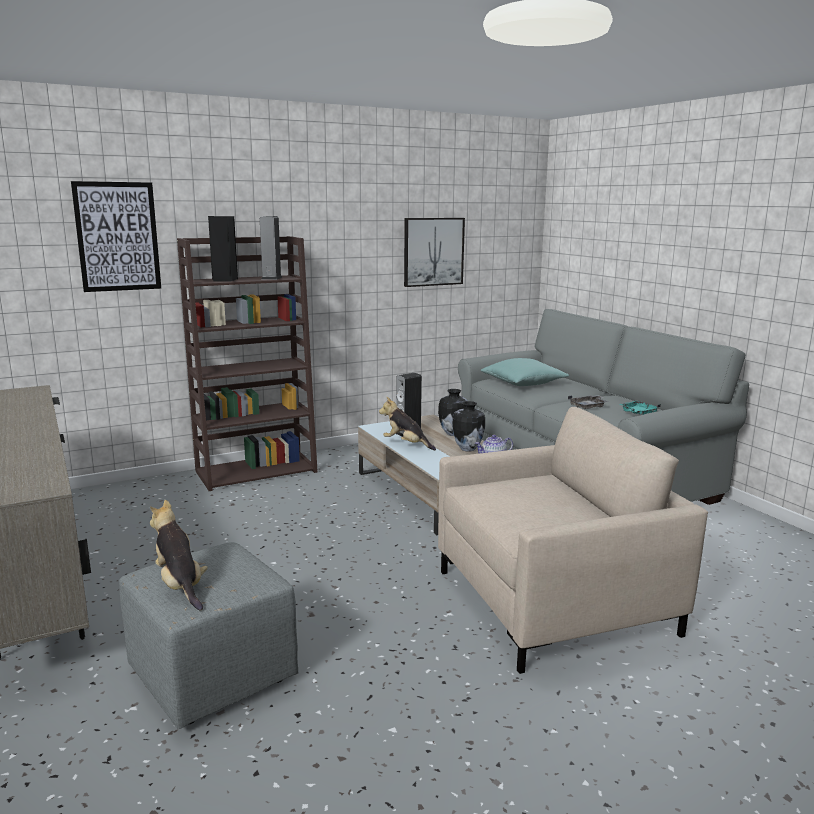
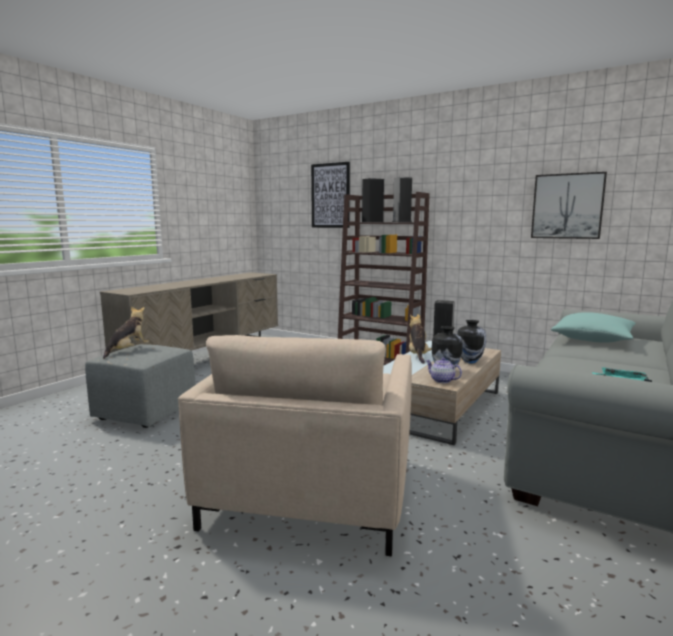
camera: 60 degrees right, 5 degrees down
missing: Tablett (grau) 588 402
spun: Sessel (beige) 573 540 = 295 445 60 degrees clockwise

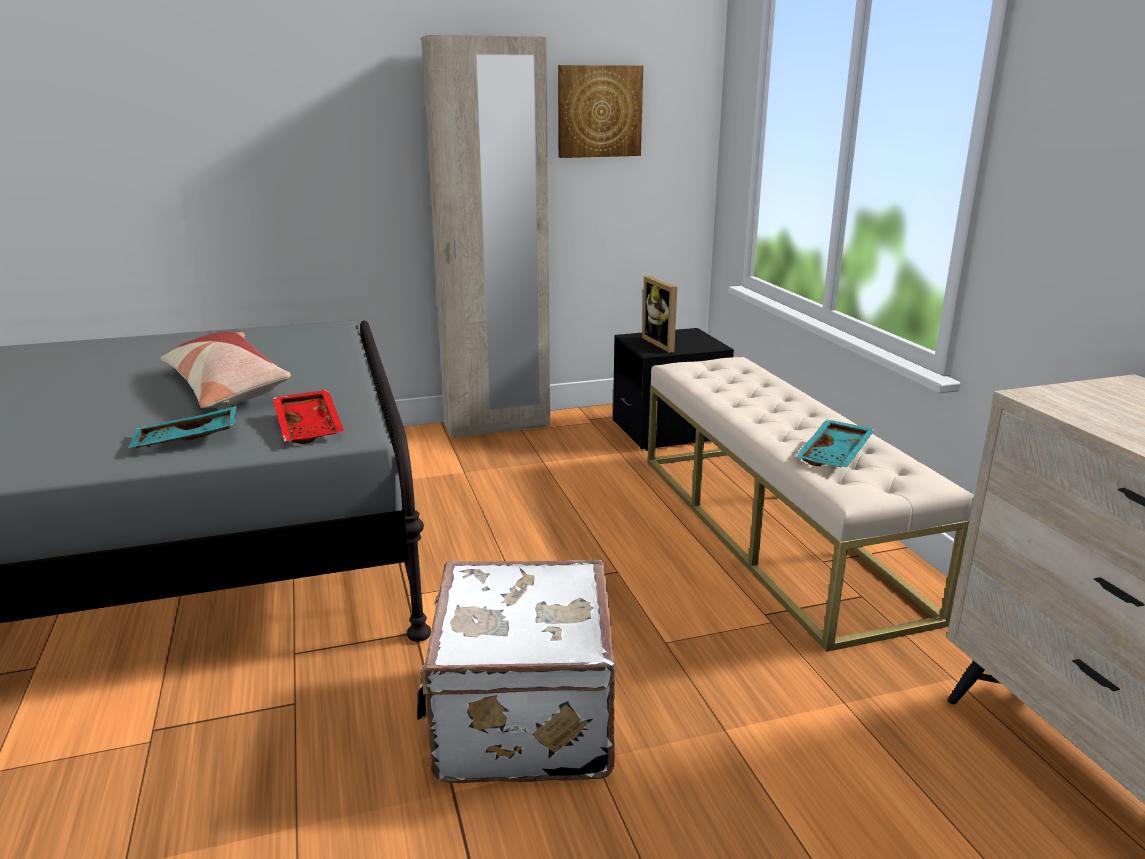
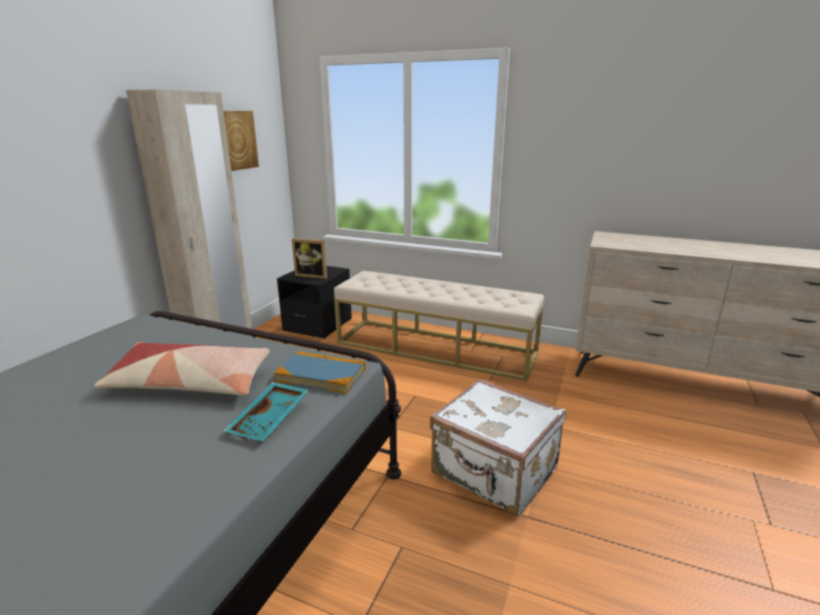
camera: 50 degrees left, 0 degrees up
missing: Tablett (türkis) 835 443
exchanged: Tablett (rot) 308 417 to Buch 320 372

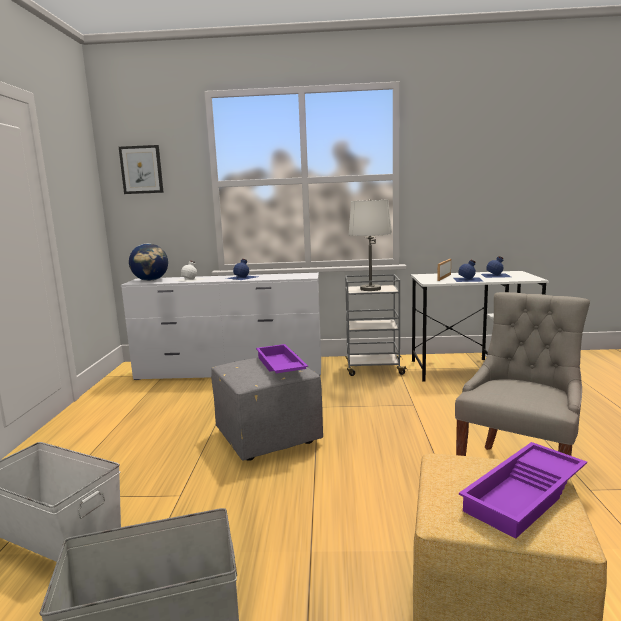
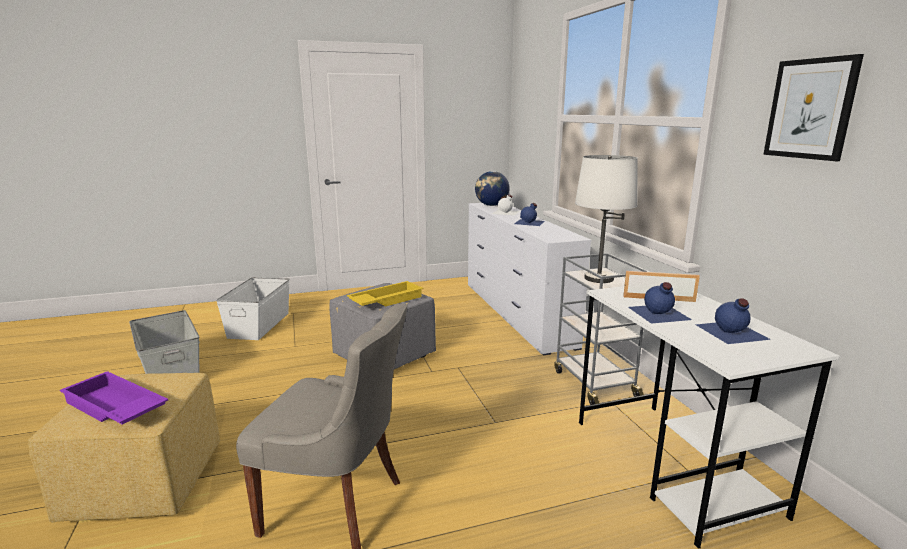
camera: 70 degrees right, 5 degrees up
relocated: Bild 141 169 to 813 107
colour: Tablett (lila) 282 358 to Tablett (gelb) 385 293

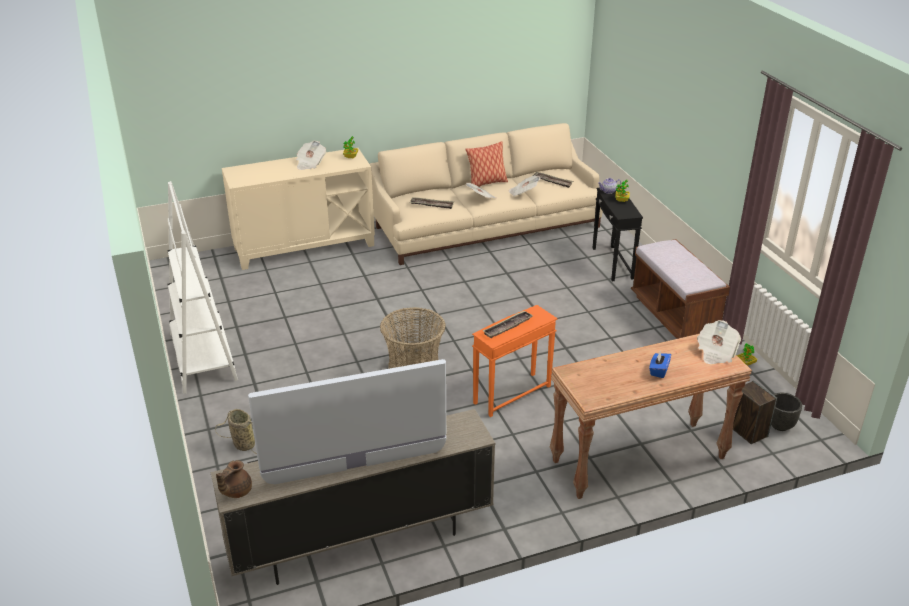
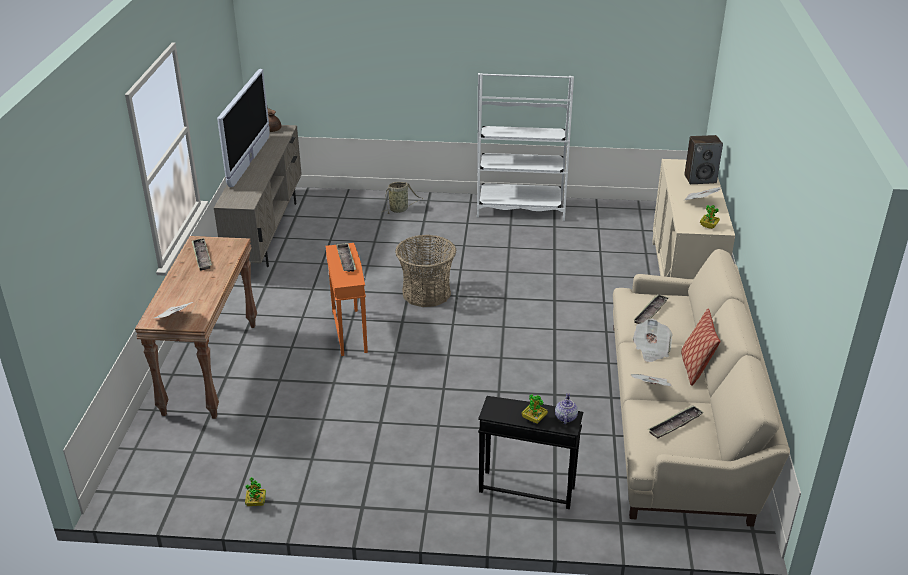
camera: 115 degrees right, 0 degrees up
missing: Bank (braun) 680 289; Taschentuchbox (blau) 660 365; Pflanzkübel (schwarz) 786 412
appeared: Tablett 201 254
relocated: Lautsprecher 755 412 to 703 159

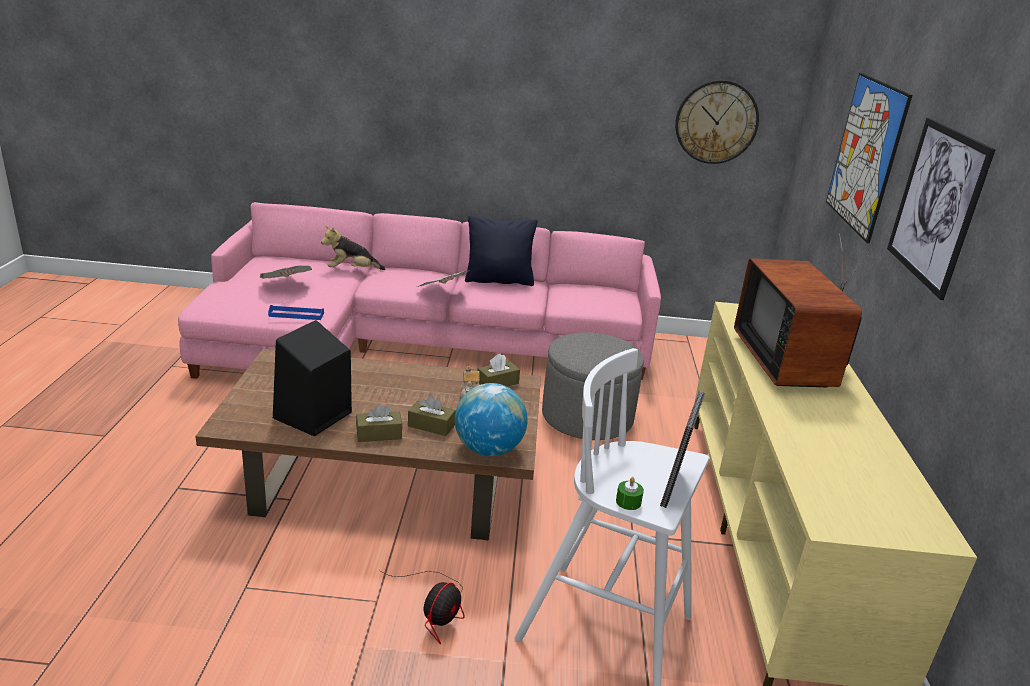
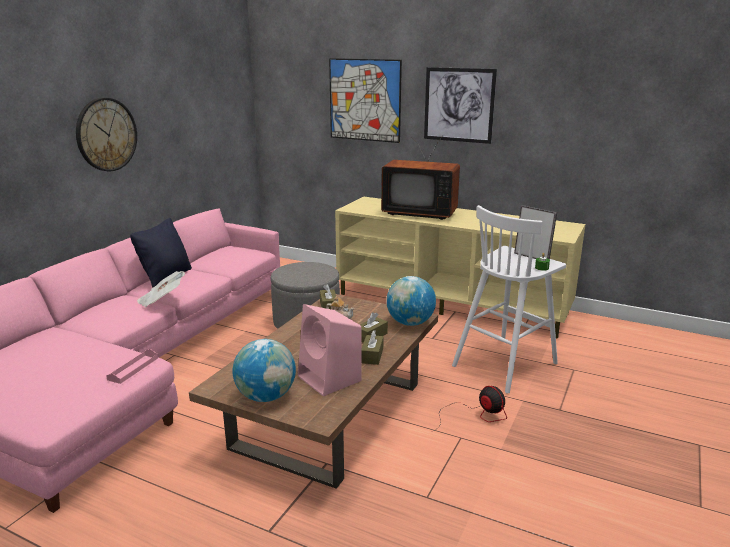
camera: 65 degrees left, 5 degrees down
missing: Zeitung 286 272; Plüschtier 353 248
appeared: Globus 264 370
relocated: Wanduhr 717 122 to 106 134
colour: Tablett (blau) 296 312 to Tablett (rosa) 132 366; Lautsprecher (schwarz) 312 378 to Lautsprecher (rosa) 329 350

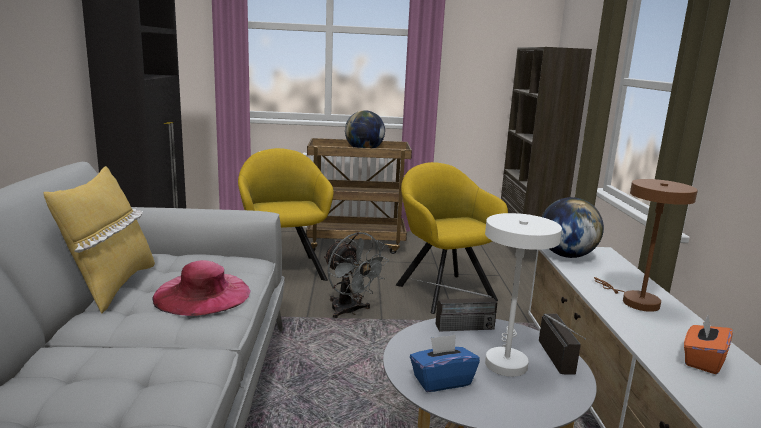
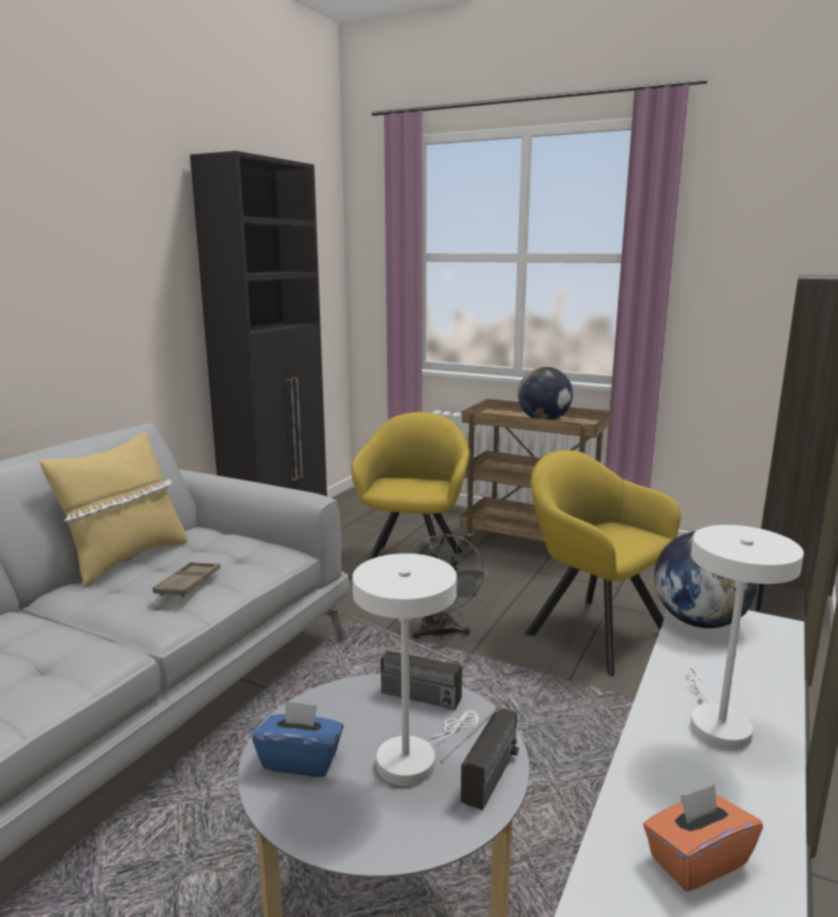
camera: 30 degrees right, 0 degrees up
exchanged: Hut (rosa) 201 288 to Tablett (braun) 187 580
colour: Tischlampe (braun) 646 245 to Tischlampe (weiß) 745 637
spun: Sessel (gelb) 452 238 = 603 563 45 degrees counterclockwise

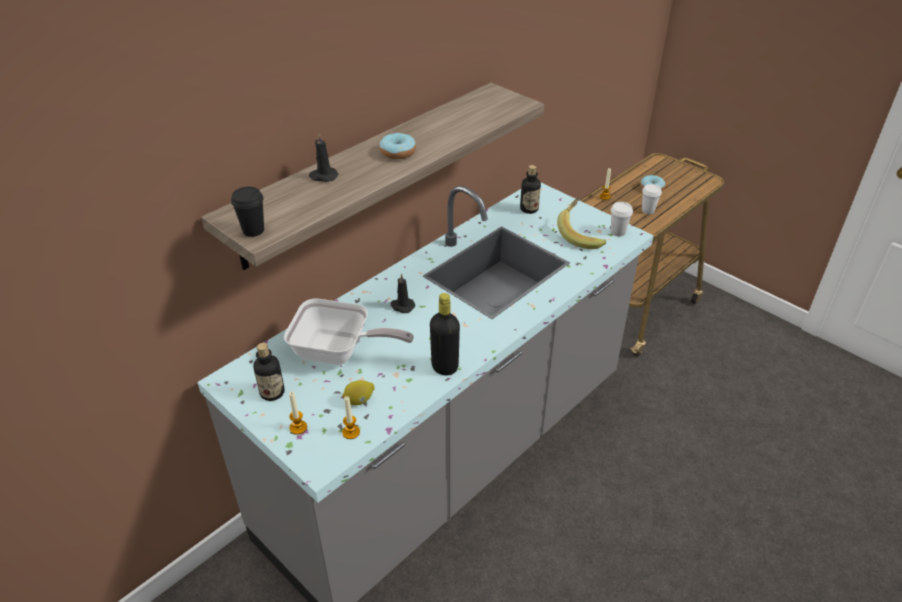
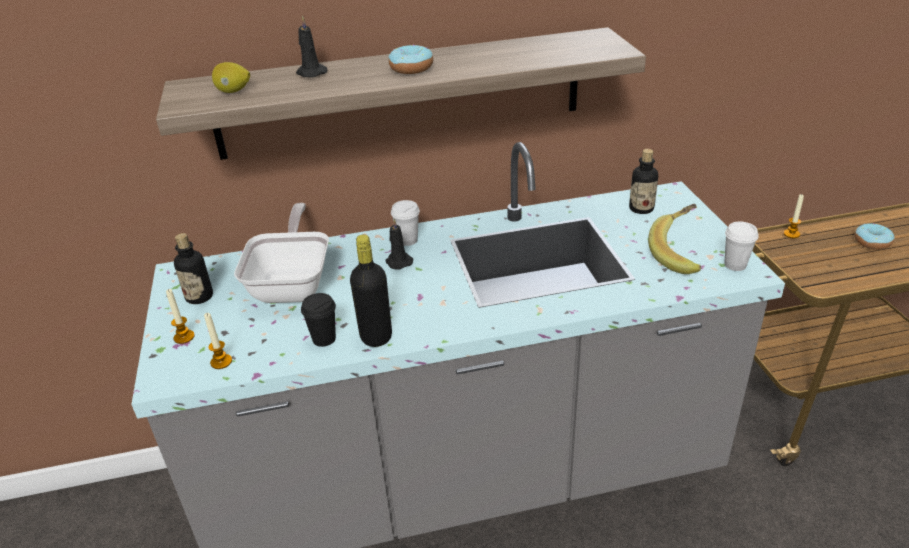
camera: 35 degrees right, 5 degrees down
relocated: Tasse (schwarz) 247 212 to 318 320; Zitrone 358 392 to 231 77; Tasse (weiß) 652 199 to 405 223
spun: Pfanne 349 332 = 281 253 135 degrees counterclockwise

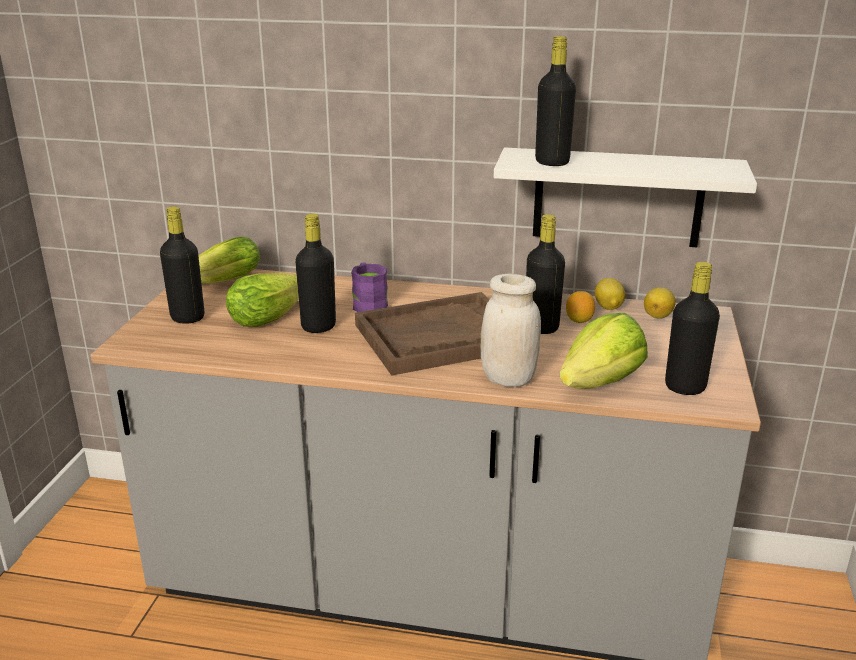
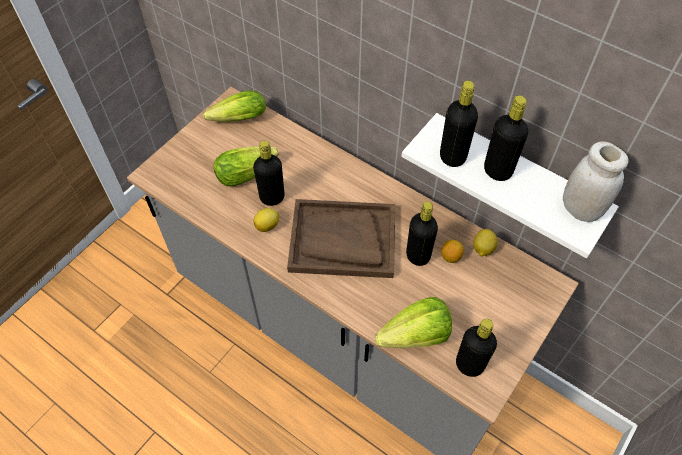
camera: 25 degrees right, 30 degrees up
missing: Henkelbecher (lila) 369 287
relocated: Flasche (schwarz) 182 265 to 506 138; Vorratsglas (weiß) 511 330 to 595 182; Zitrone 660 303 to 266 220

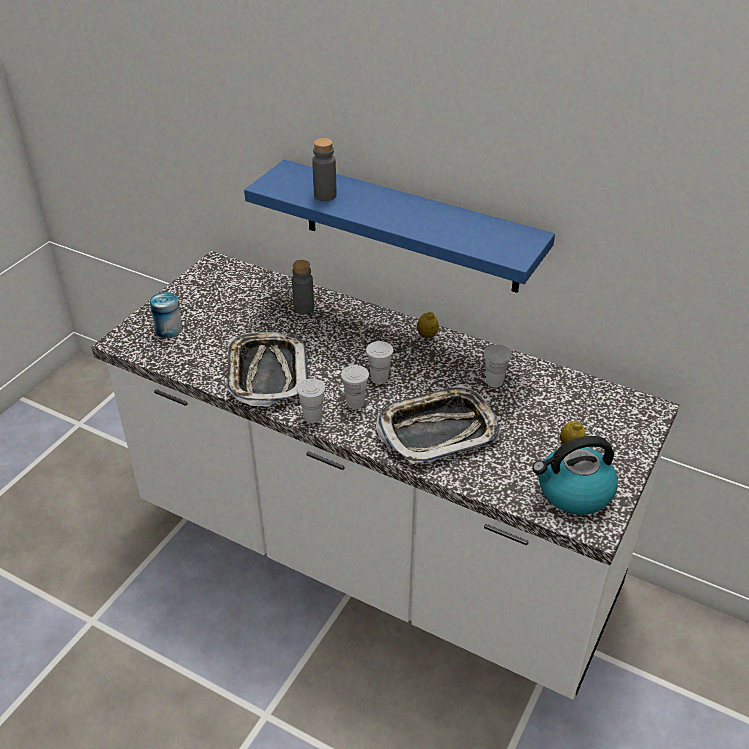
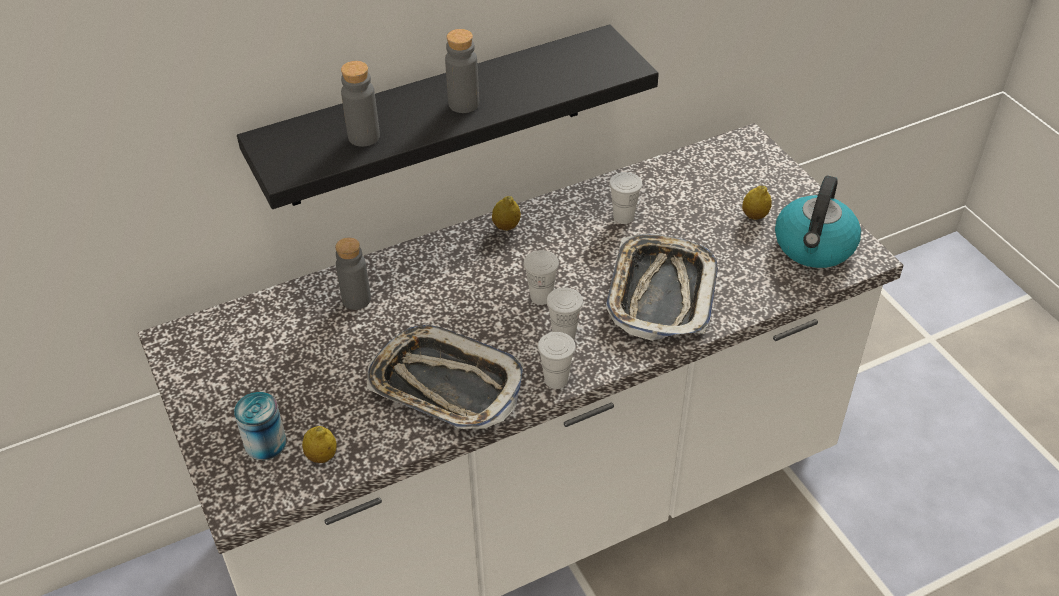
camera: 55 degrees left, 5 degrees up
appeared: Zitrone 319 444; Flasche (grau) 462 71
colour: Wandregal (blau) 399 226 to Wandregal (schwarz) 448 116

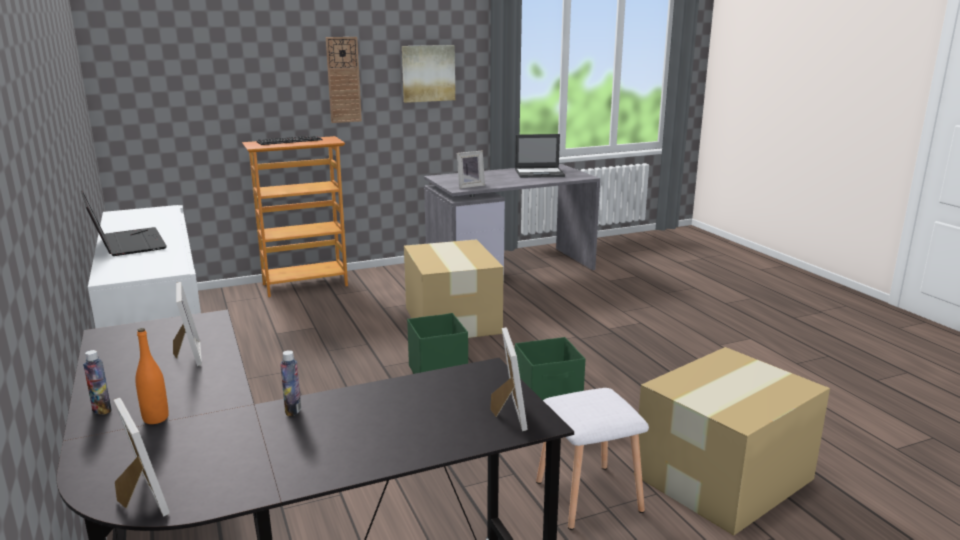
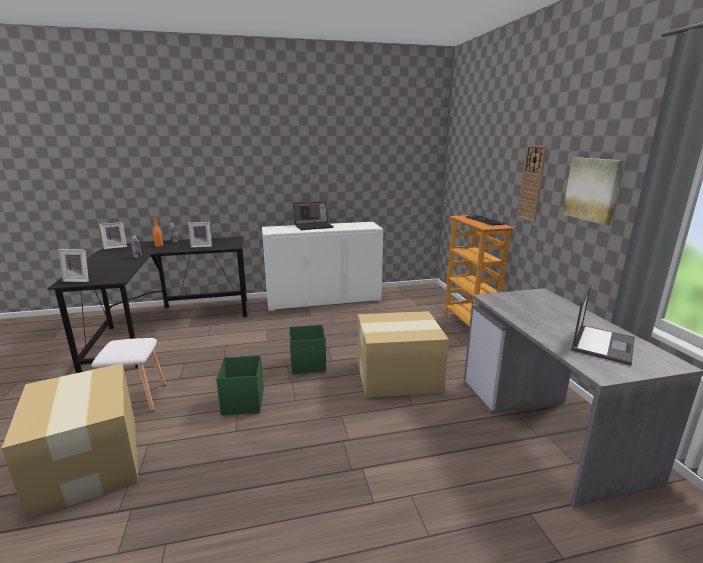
camera: 100 degrees right, 0 degrees up
missing: Bilderrahmen 471 170
spun: Laptop 540 156 = 603 324 150 degrees counterclockwise

